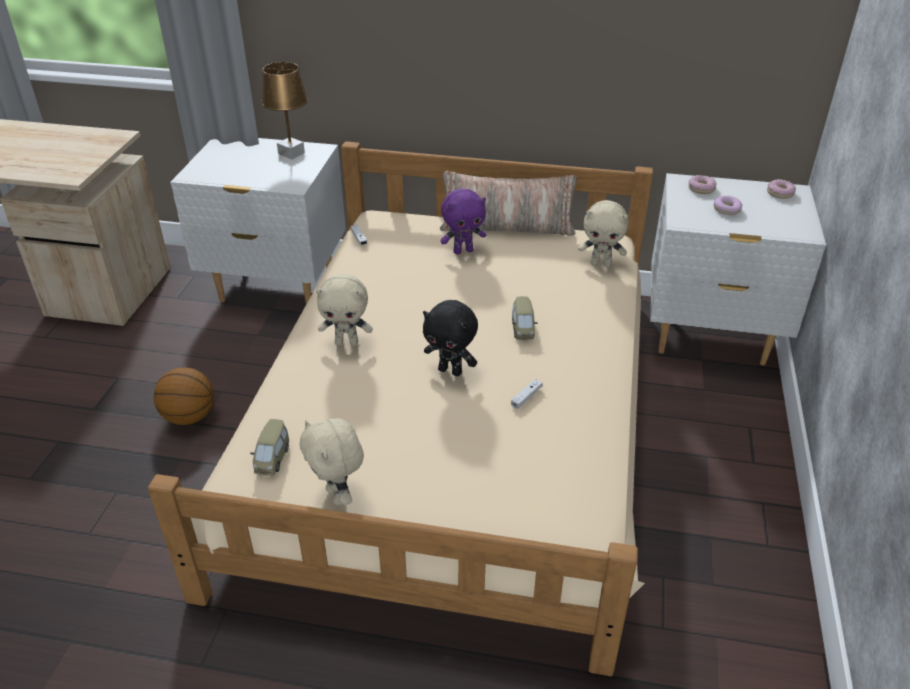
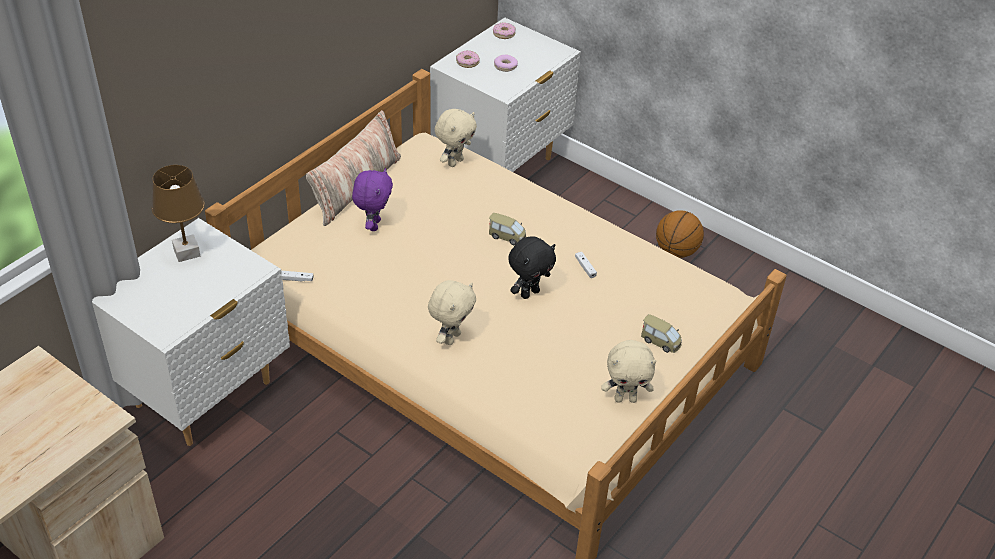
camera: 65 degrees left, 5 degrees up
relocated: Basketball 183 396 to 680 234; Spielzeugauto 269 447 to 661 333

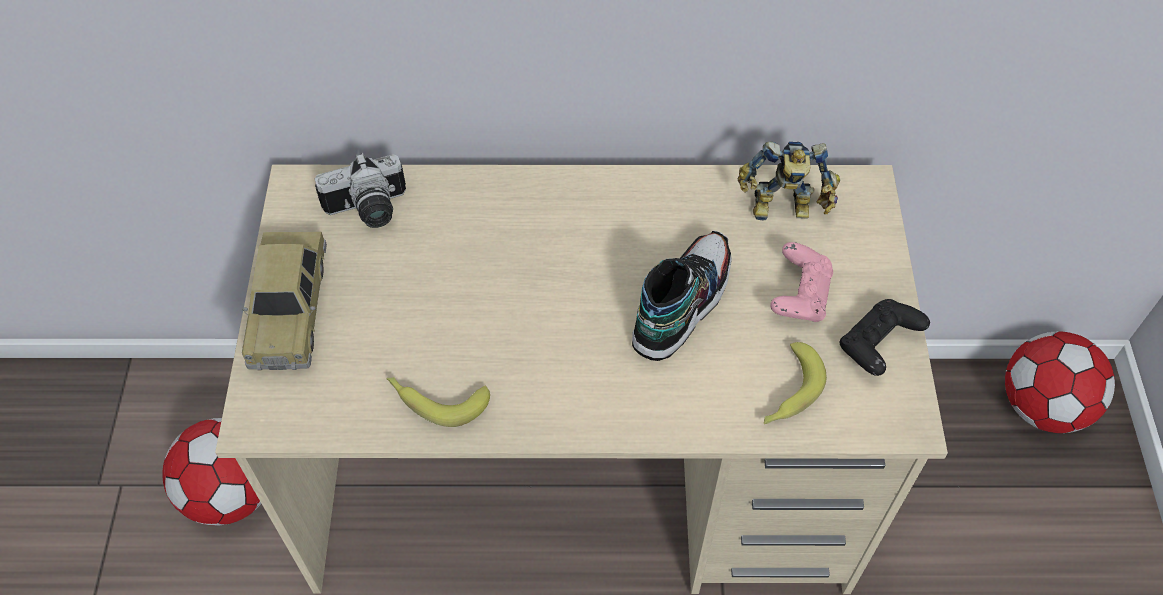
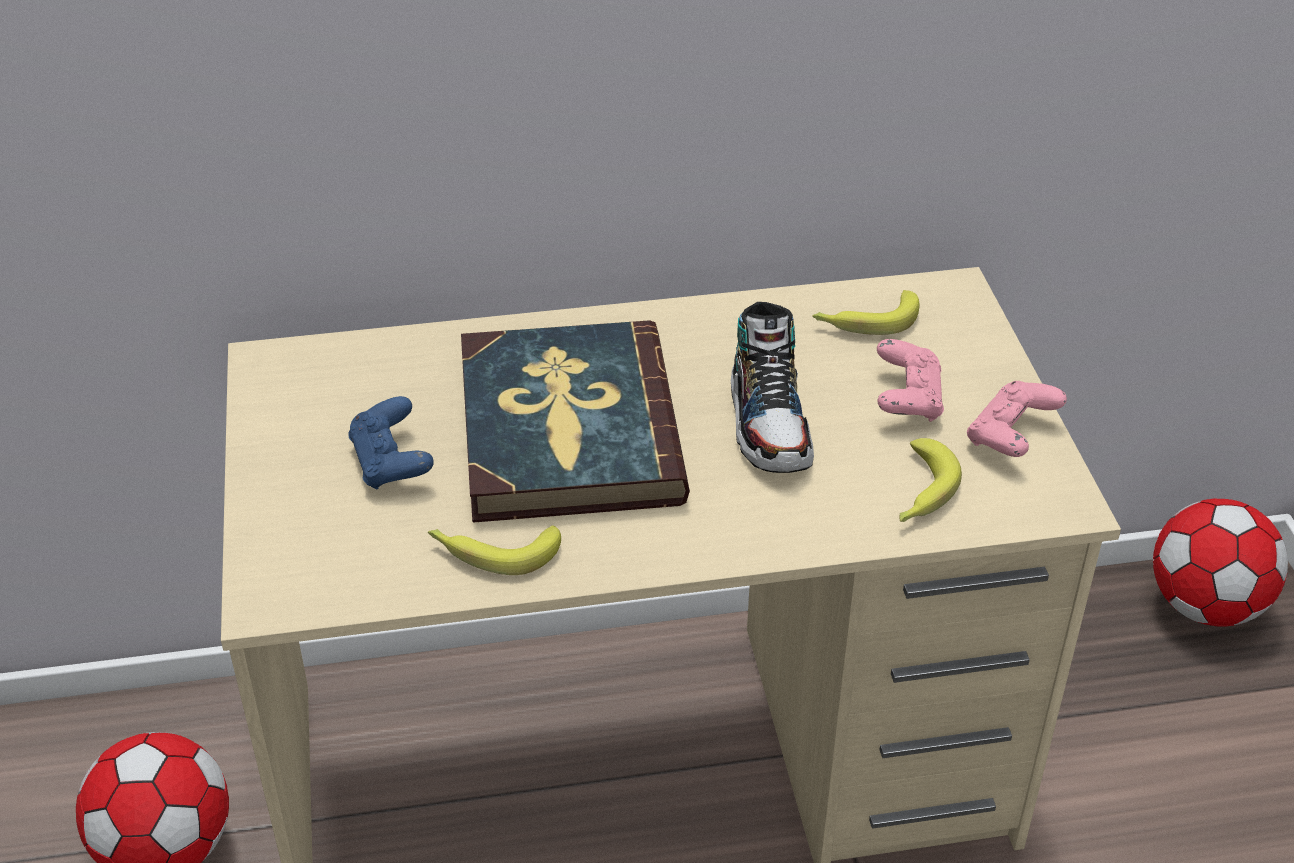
camera: 10 degrees left, 15 degrees down
missing: Spielzeugauto 284 300; Kamera 360 190
appeared: Gamepad (blau) 391 443; Buch 575 421
exchanged: Spielzeugroboter 789 180 to Banane 866 312
colour: Gamepad (schwarz) 885 337 to Gamepad (rosa) 1017 419
spun: Schuh 682 296 = 772 387 150 degrees clockwise

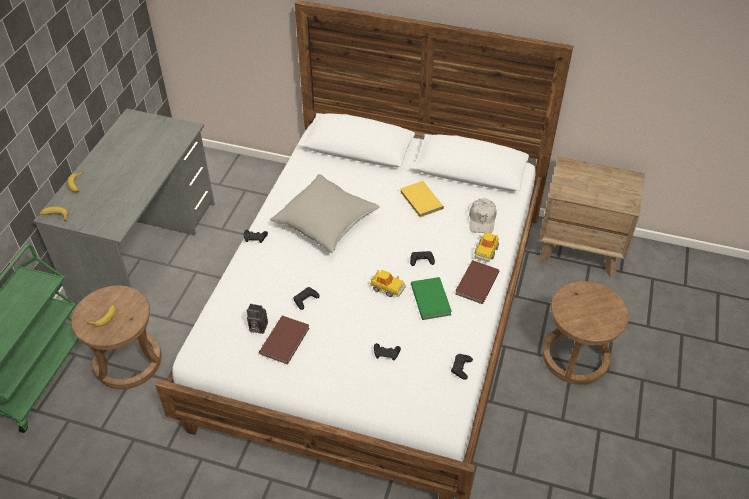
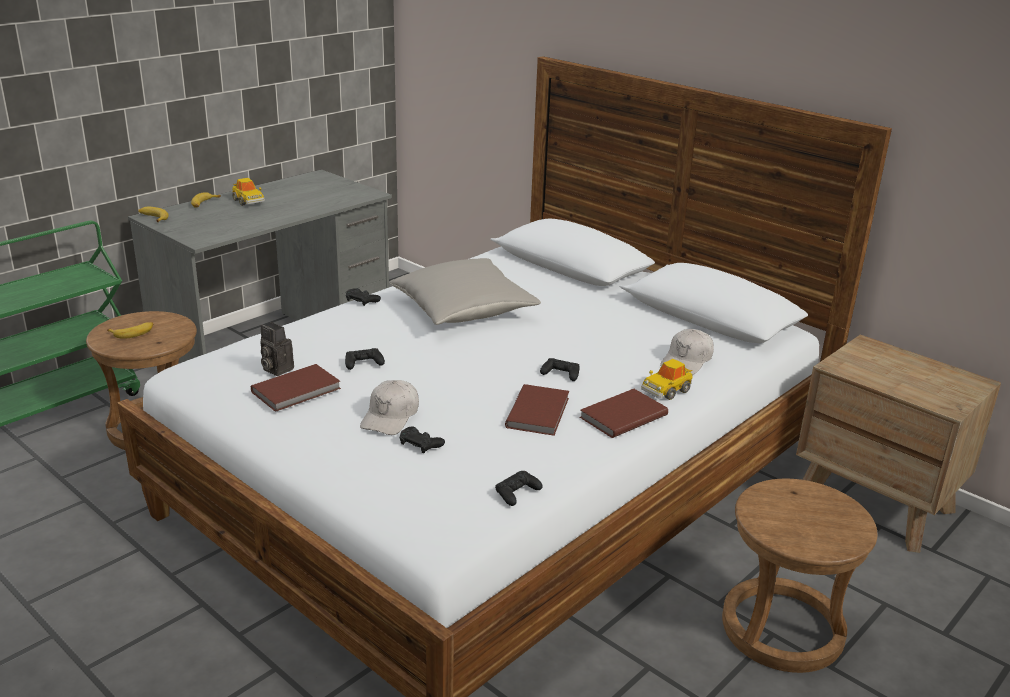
camera: 25 degrees right, 20 degrees down
missing: Buch (gelb) 422 199
appeared: Kappe (weiß) 389 407
relocated: Spielzeugauto 388 283 to 248 192
colour: Buch (grün) 431 298 to Buch (braun) 537 410

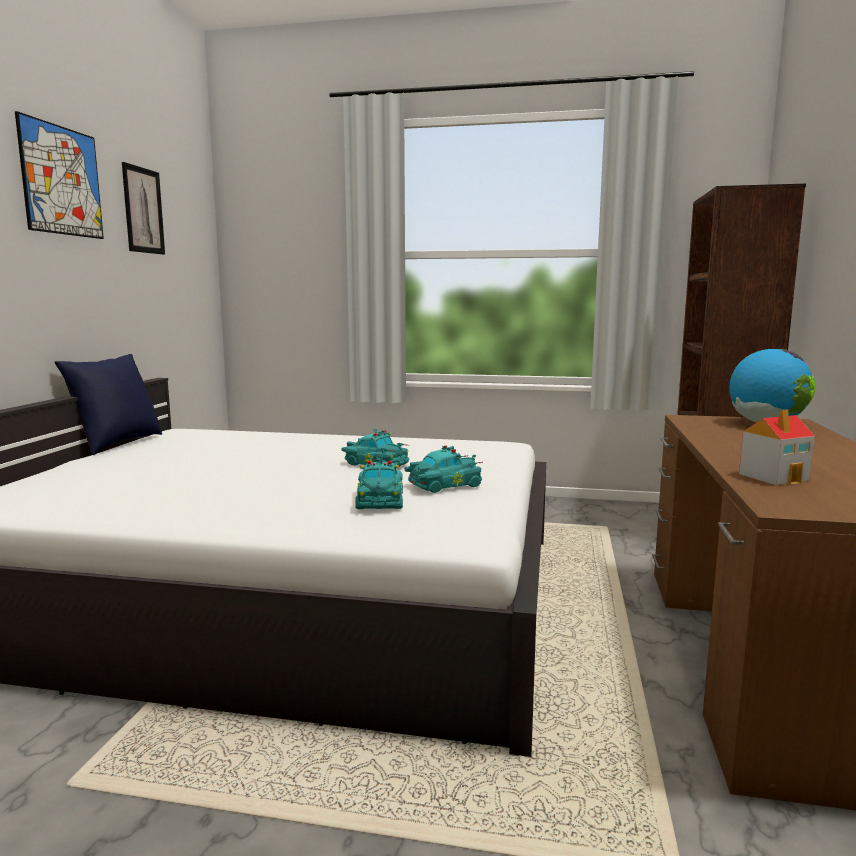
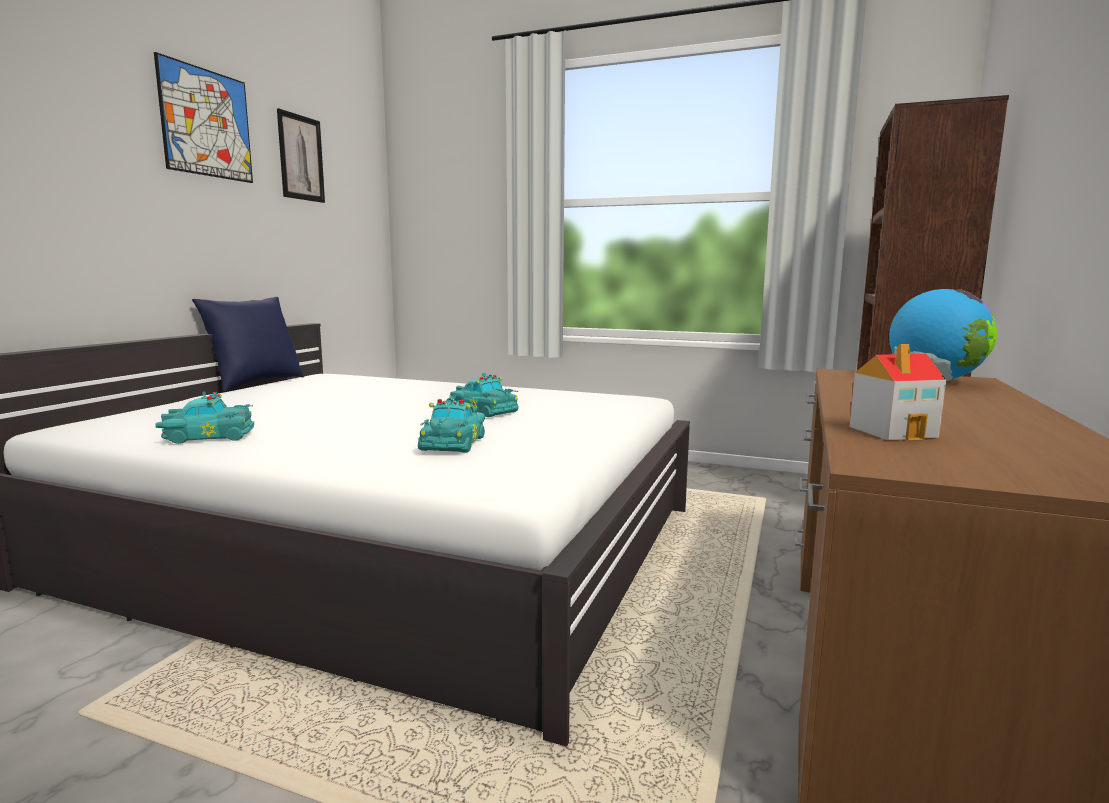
camera: 10 degrees right, 0 degrees up
relocated: Spielzeugauto (türkis) 444 469 to 204 417

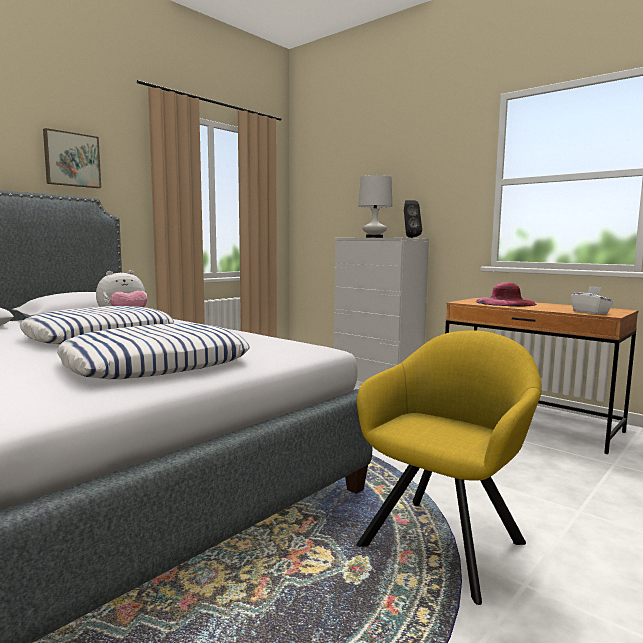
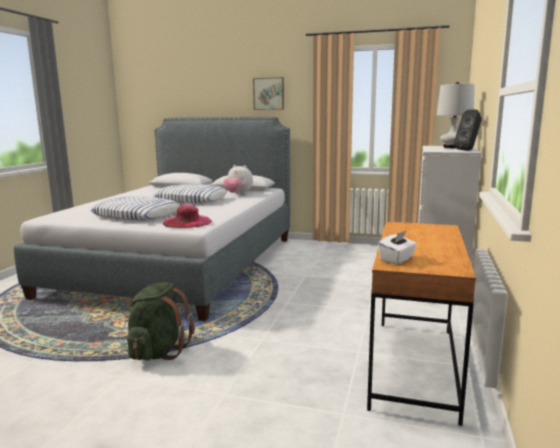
camera: 65 degrees right, 5 degrees up
relocated: Hut (rosa) 506 294 to 187 216
exchanged: Sessel (gelb) 449 467 to Rucksack (grün) 161 321

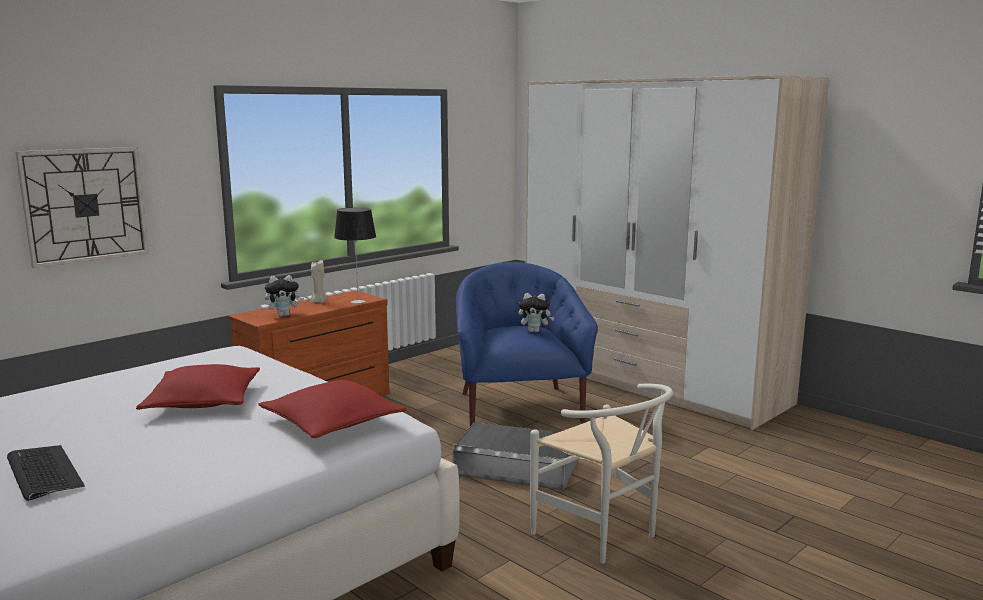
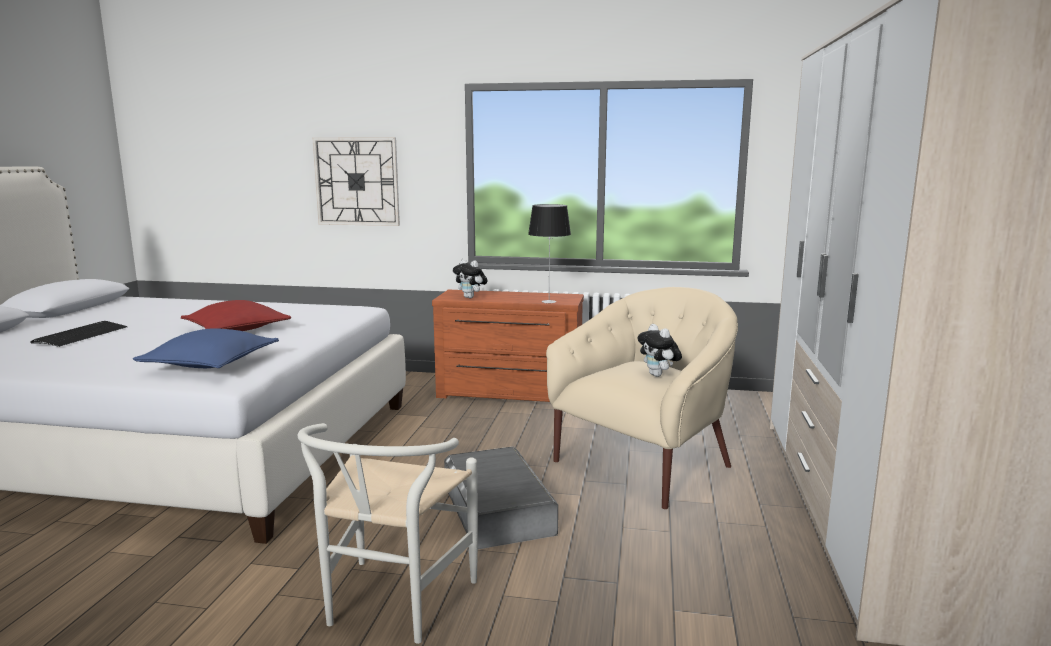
camera: 55 degrees right, 0 degrees up
missing: Kerze (beige) 319 281
colour: Kissen (rot) 333 409 to Kissen (blau) 206 348; Sessel (blau) 527 344 to Sessel (beige) 642 398

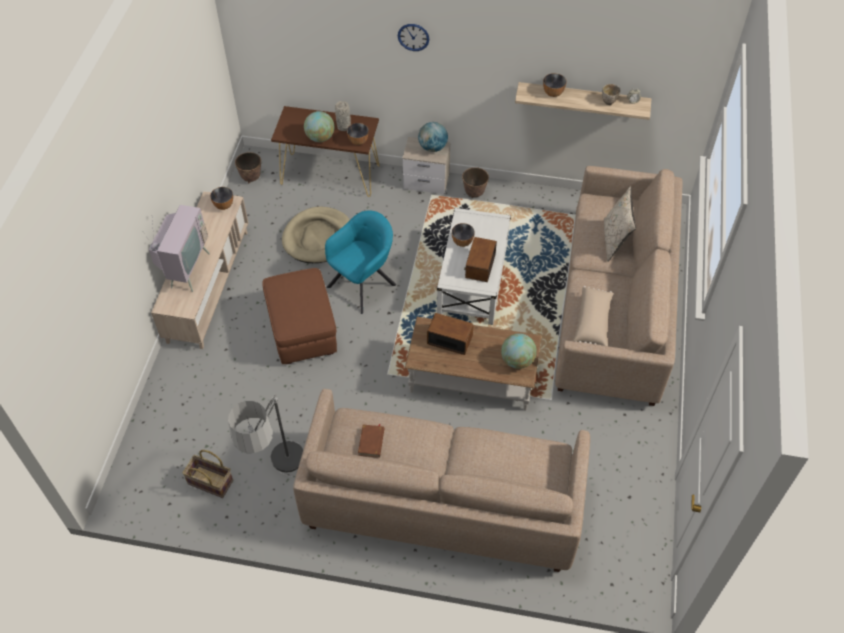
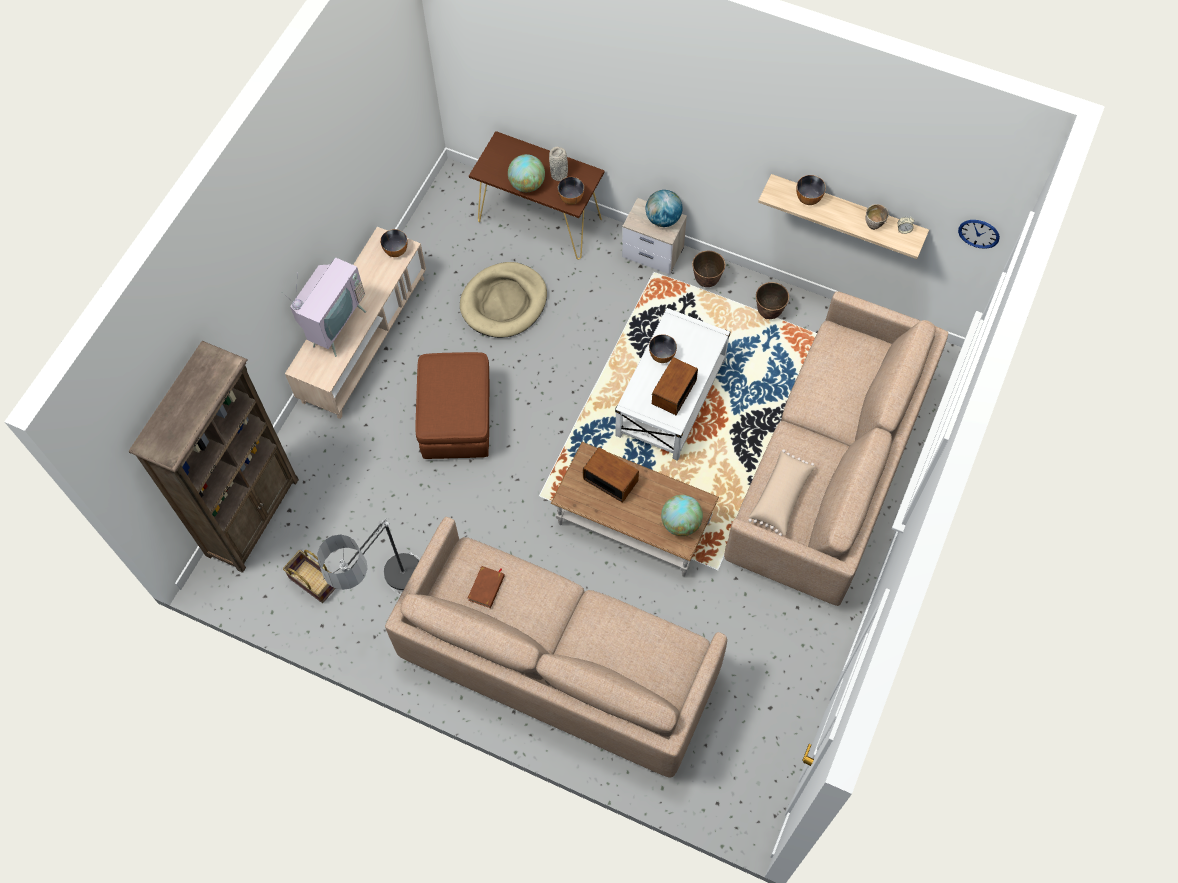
camera: 15 degrees right, 10 degrees up
missing: Sessel (türkis) 360 262; Kissen (beige) 620 224
appeared: Bücherregal (braun) 214 457
relocated: Pflanzkübel 248 167 to 772 300; Wanduhr 413 37 to 979 234

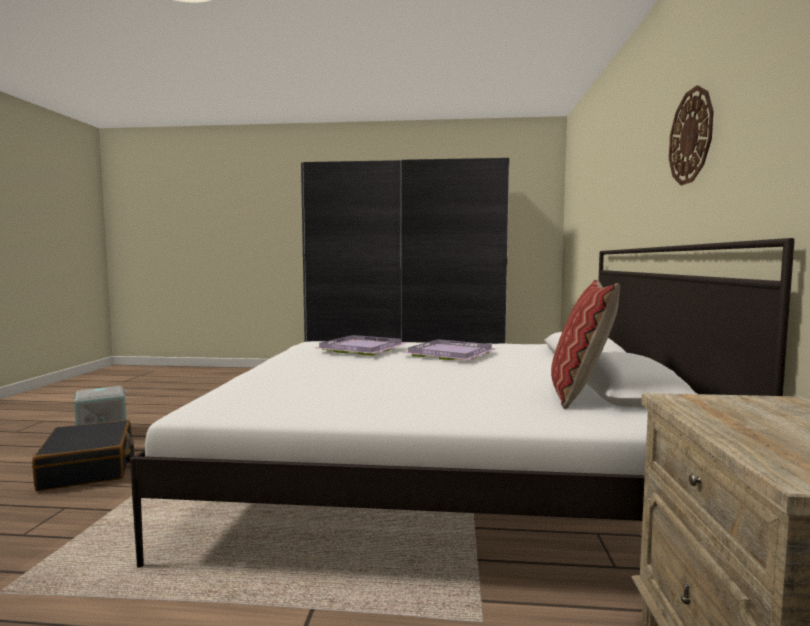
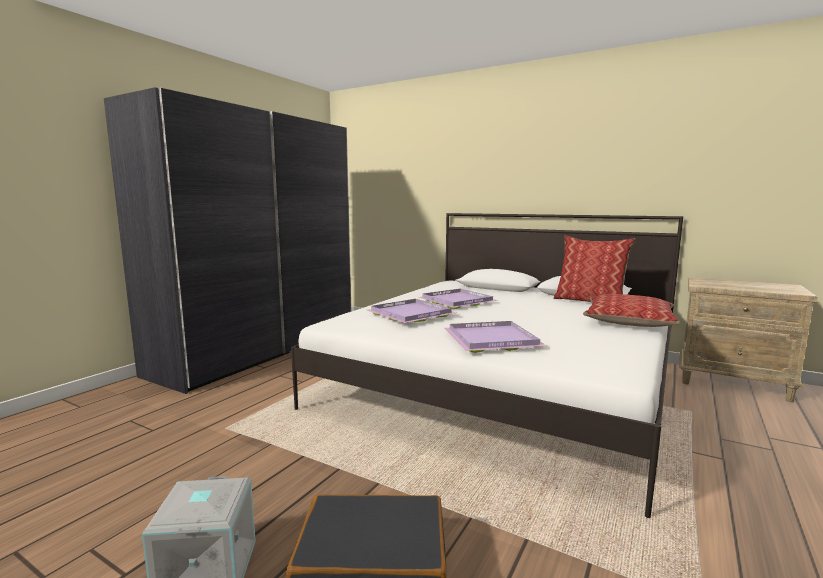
camera: 65 degrees left, 5 degrees up
missing: Wanduhr 691 135
appeared: Tablett (lila) 495 337; Kissen 631 310

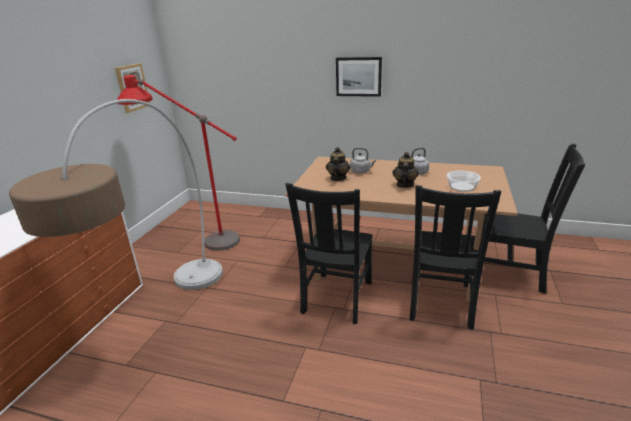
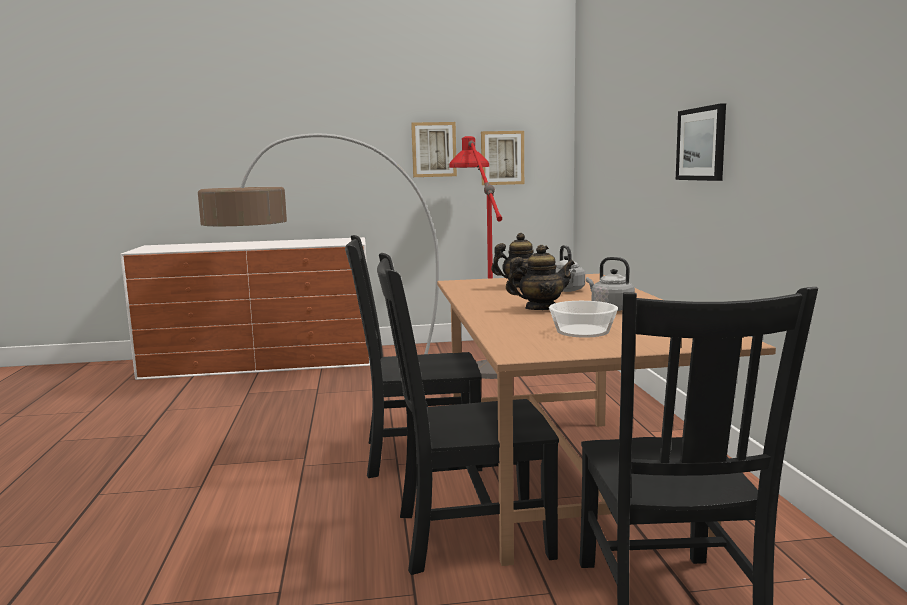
camera: 65 degrees right, 15 degrees down
appeared: Bild 434 149

